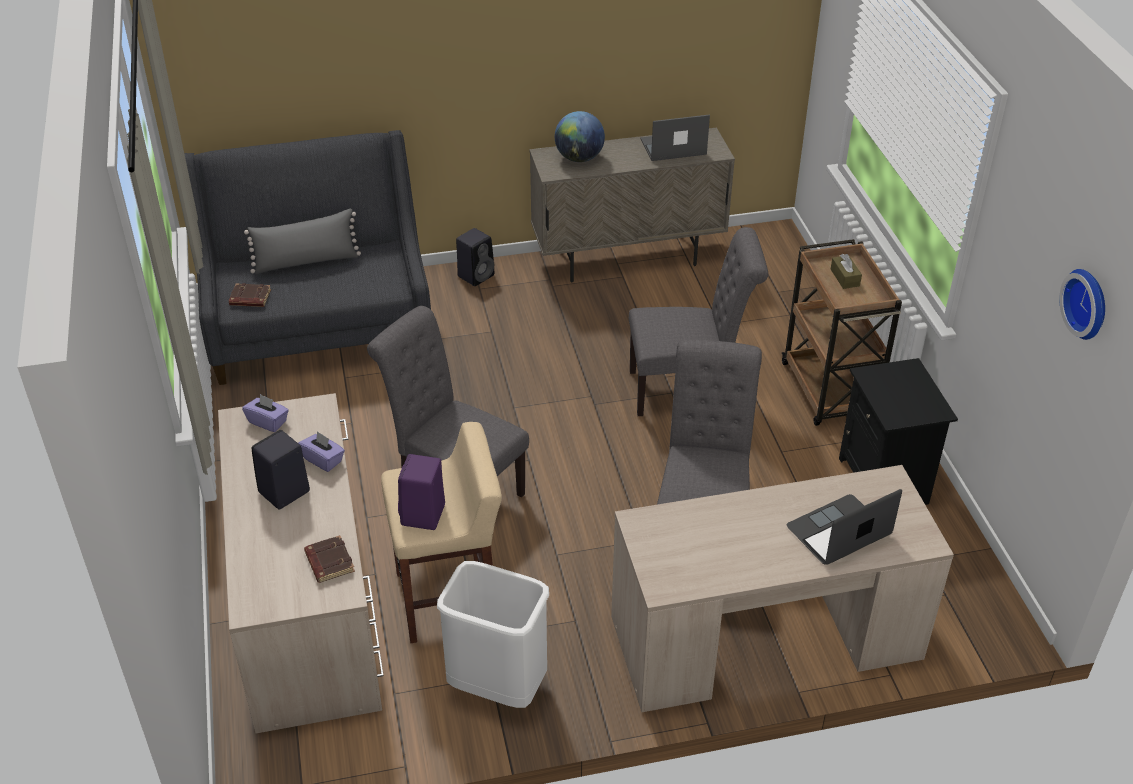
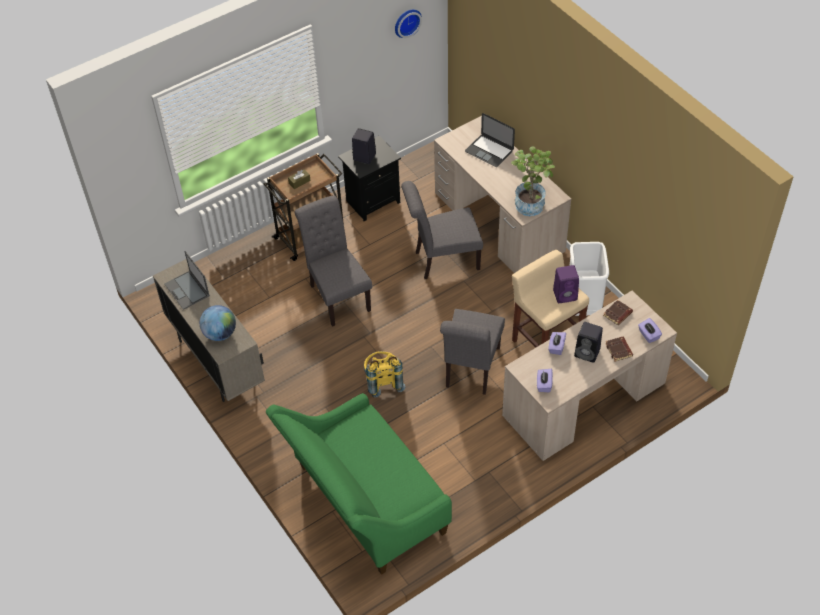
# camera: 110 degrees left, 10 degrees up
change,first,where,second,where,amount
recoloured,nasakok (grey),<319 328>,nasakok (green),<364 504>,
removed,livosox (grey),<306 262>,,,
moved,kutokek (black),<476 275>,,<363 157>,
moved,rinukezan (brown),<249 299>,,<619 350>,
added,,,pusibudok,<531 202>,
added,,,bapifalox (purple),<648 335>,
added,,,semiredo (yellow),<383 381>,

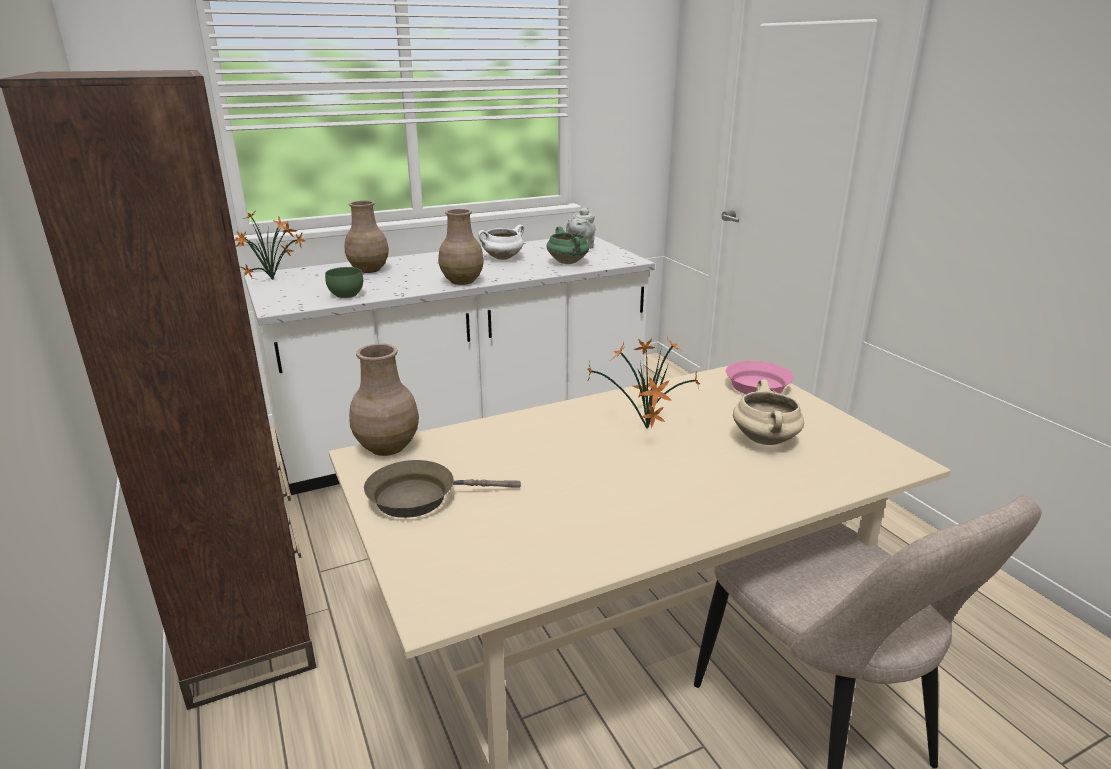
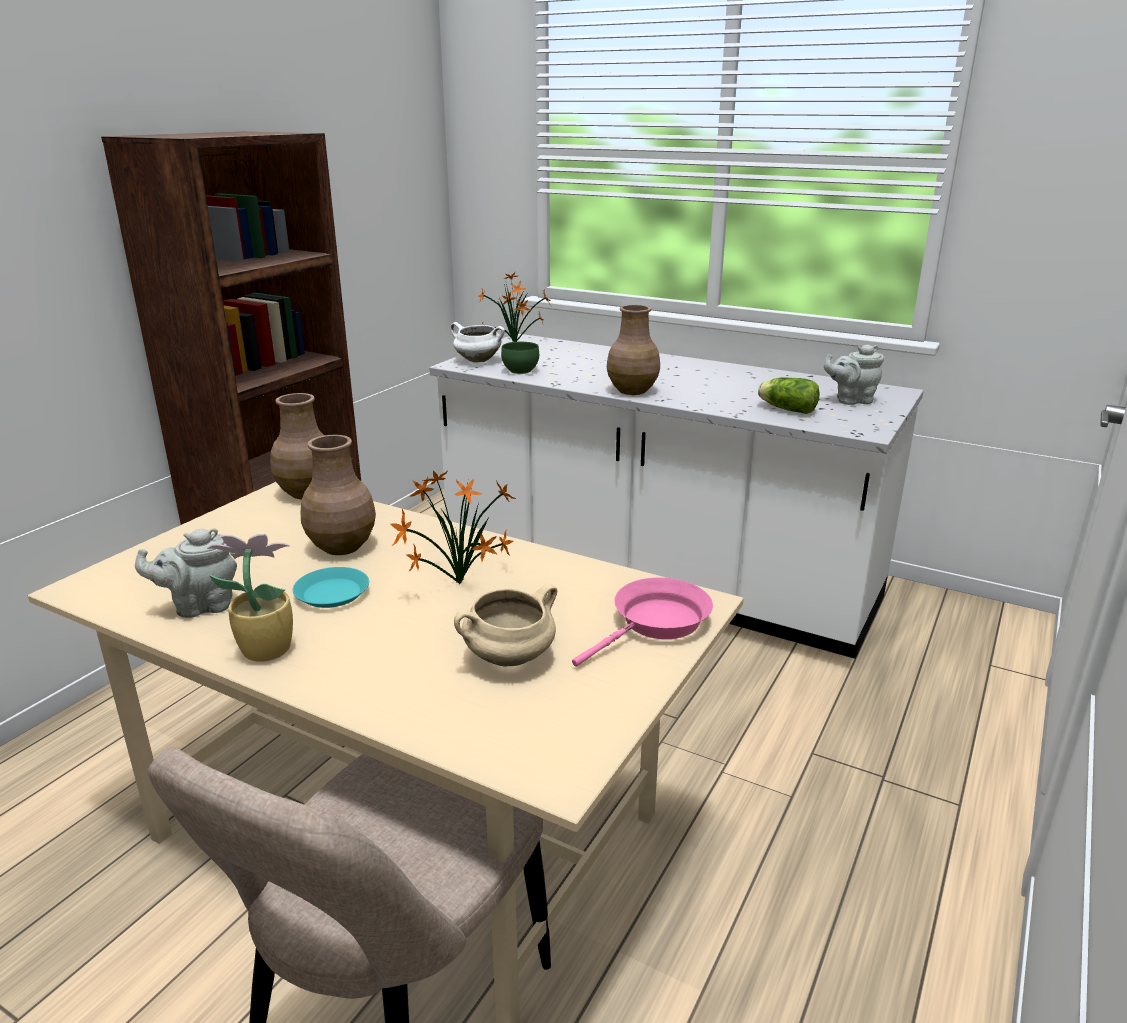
# camera: 55 degrees right, 0 degrees up
change,first,where,second,where,amount
moved,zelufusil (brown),<369 270>,,<341 547>,
moved,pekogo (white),<502 258>,,<477 360>,
replaced,pekogo (green),<568 262>,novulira,<786 409>,
removed,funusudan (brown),<420 497>,,,
added,,,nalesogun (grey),<200 606>,
added,,,pusibudok,<264 649>,
added,,,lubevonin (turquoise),<332 593>,

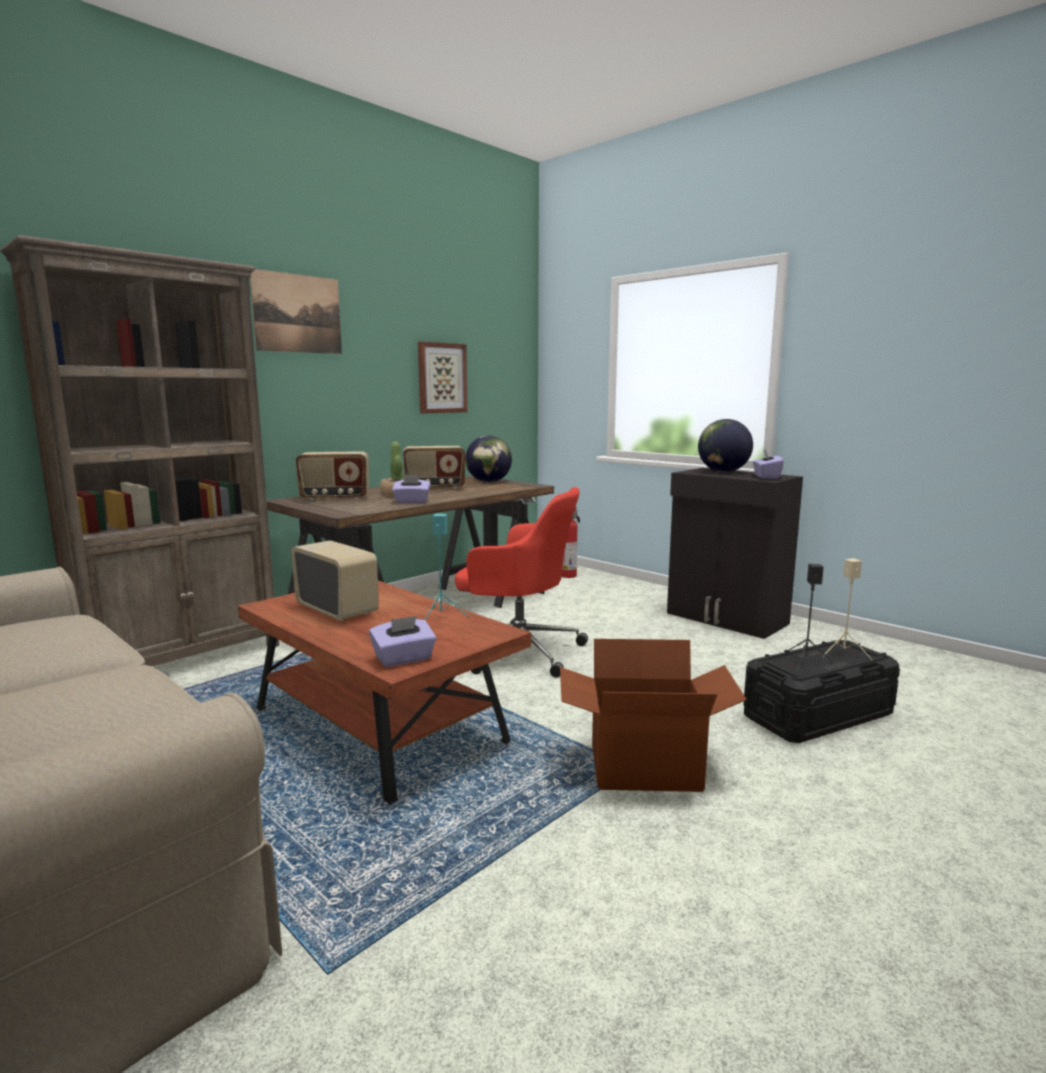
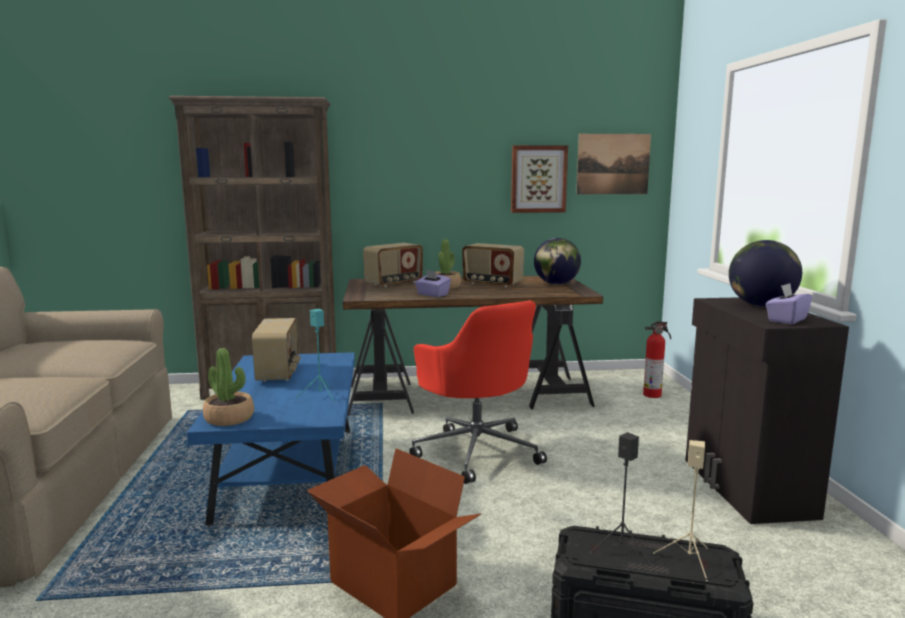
# camera: 40 degrees right, 0 degrees up
change,first,where,second,where,amount
moved,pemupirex,<297 313>,,<613 164>,
turned,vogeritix,<335 498>,,<394 283>,75 degrees counterclockwise
recoloured,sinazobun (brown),<379 727>,sinazobun (blue),<289 473>,
replaced,bapifalox (purple),<404 659>,pusibudok,<229 418>,

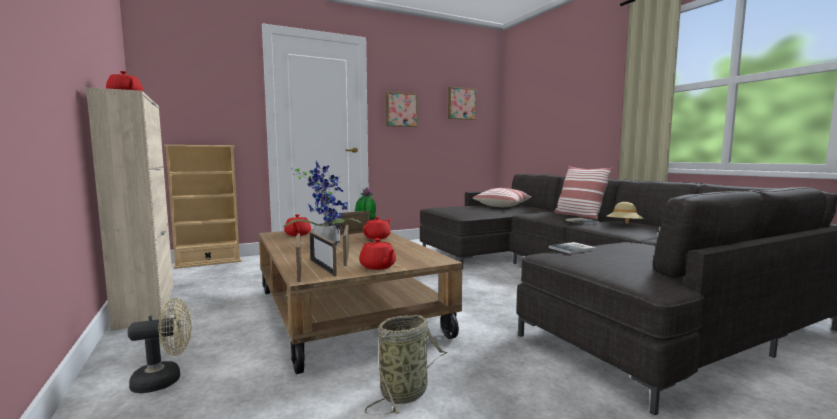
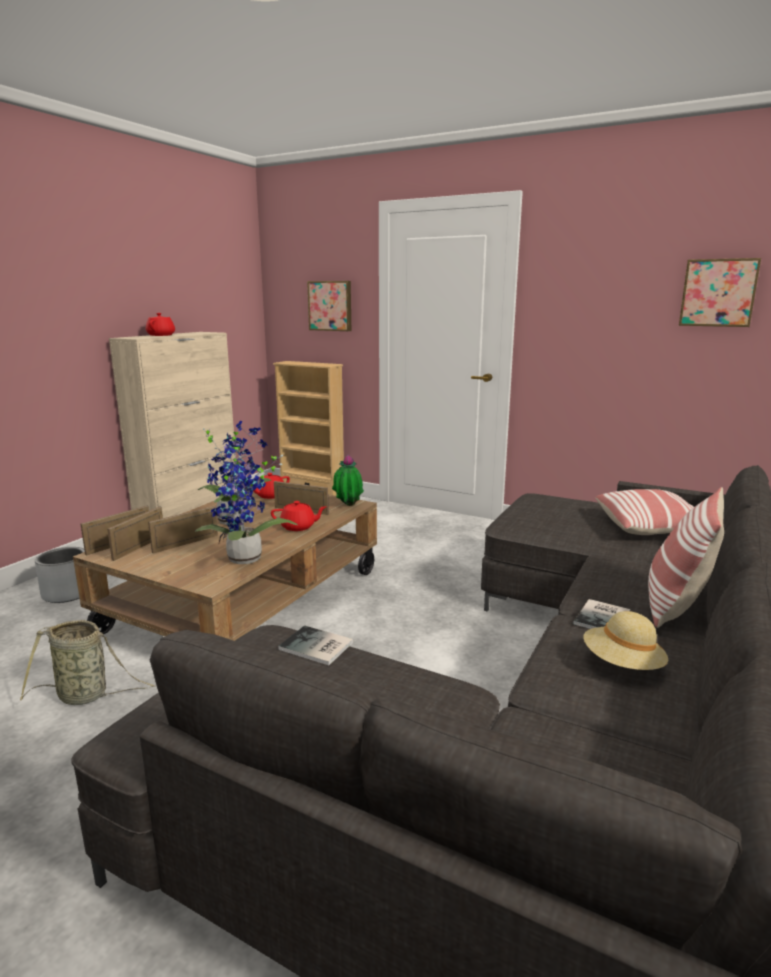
# camera: 55 degrees right, 10 degrees up
change,first,where,second,where,amount
moved,pemupirex,<401 110>,,<330 306>,
removed,nalesogun (red),<378 267>,,,
replaced,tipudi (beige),<165 380>,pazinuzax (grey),<67 593>,
added,,,pusibudok,<246 560>,

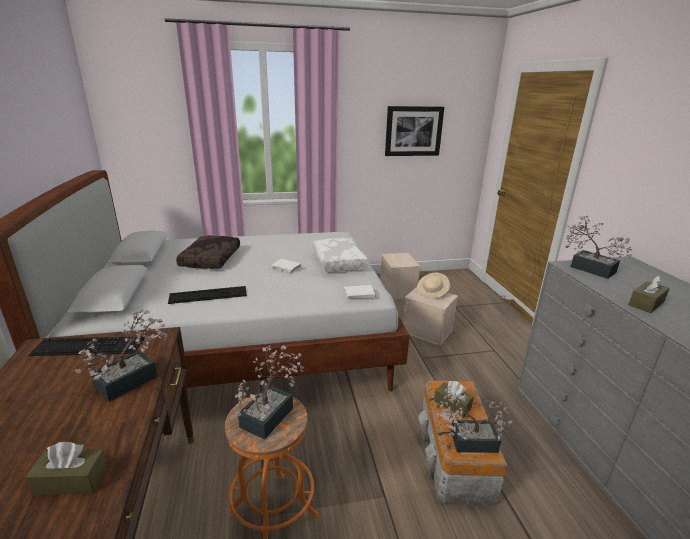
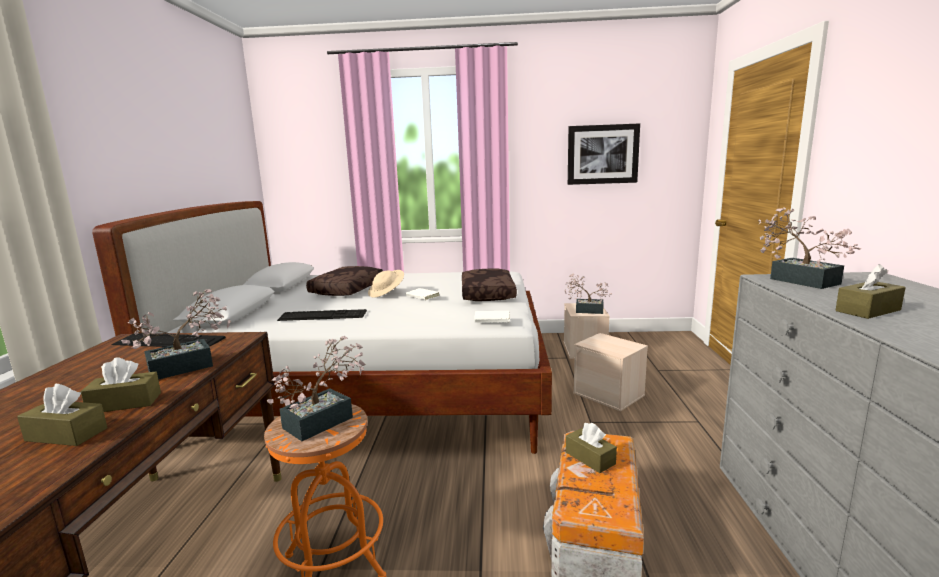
# camera: 15 degrees right, 10 degrees down
change,first,where,second,where,amount
recoloured,livosox (white),<337 261>,livosox (brown),<486 294>,
moved,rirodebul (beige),<432 292>,,<387 293>,
moved,pusibudok,<467 441>,,<585 310>,
added,,,bapifalox (brown),<125 403>,

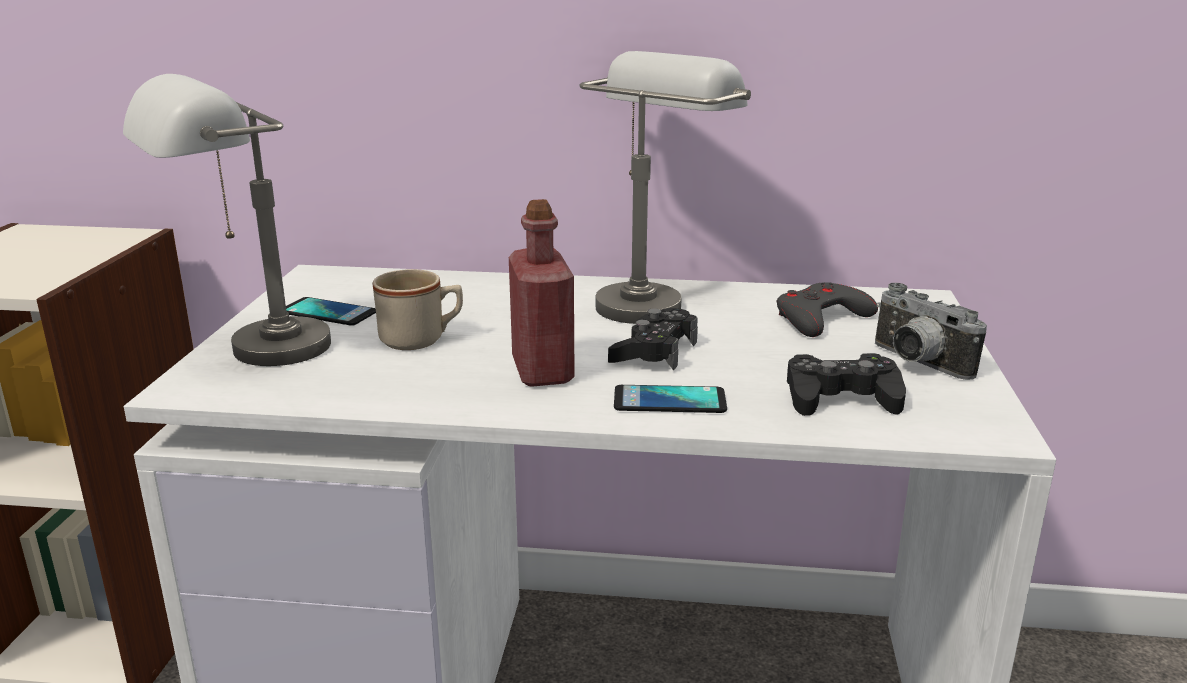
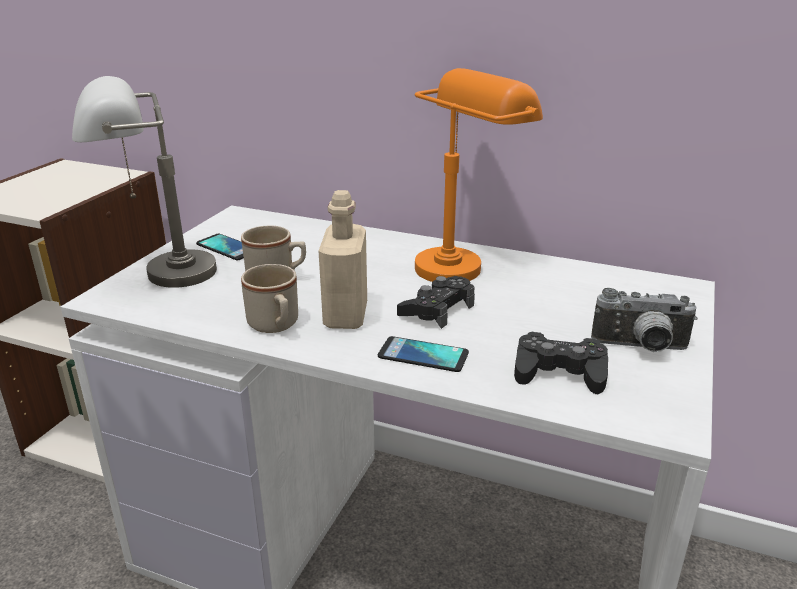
# camera: 15 degrees right, 5 degrees up
change,first,where,second,where,amount
recoloured,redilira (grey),<653 299>,redilira (orange),<464 262>,
recoloured,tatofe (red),<542 370>,tatofe (beige),<345 315>,
removed,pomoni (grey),<821 319>,,,
turned,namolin,<915 363>,,<640 348>,60 degrees counterclockwise
added,,,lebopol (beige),<275 326>,

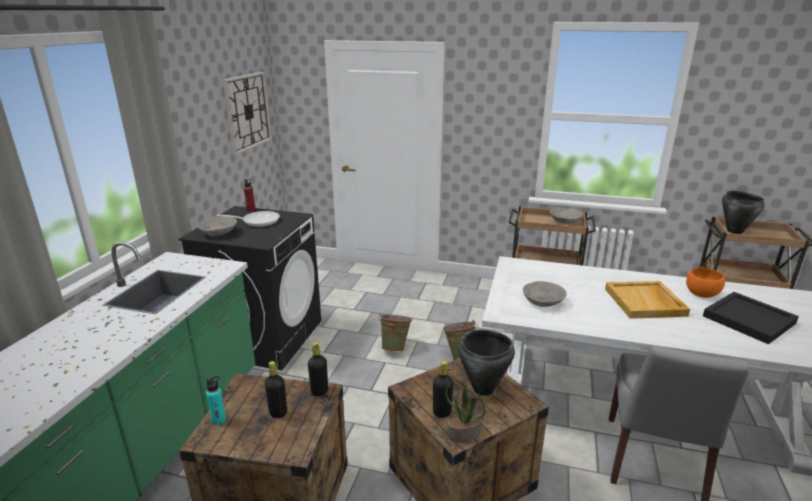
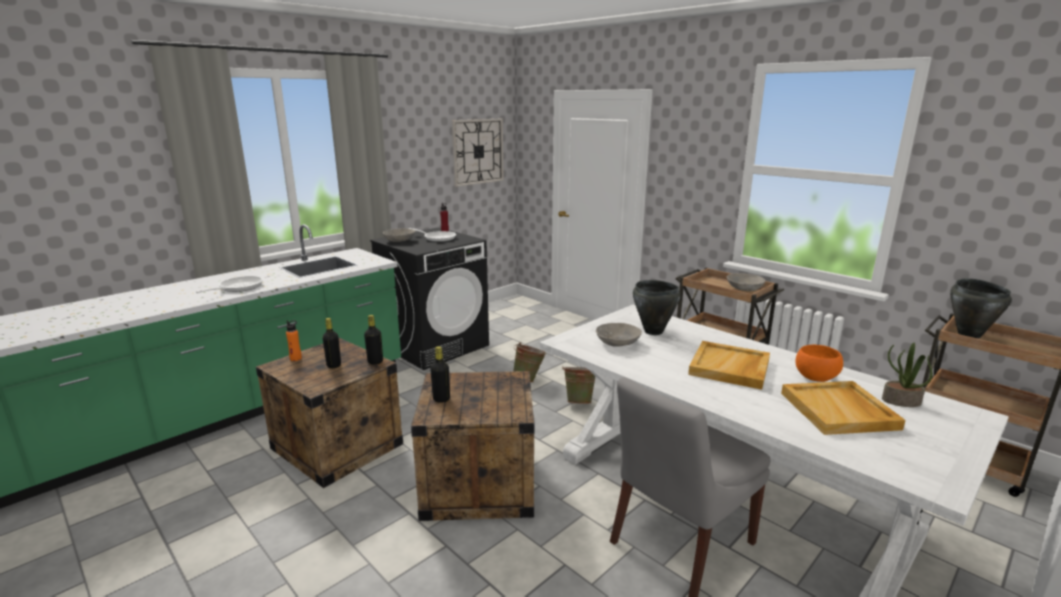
# camera: 30 degrees right, 5 degrees down
change,first,where,second,where,amount
recoloured,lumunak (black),<749 319>,lumunak (beige),<839 411>,
moved,pekogo (black),<483 389>,,<653 331>,
recoloured,tatofe (turquoise),<219 420>,tatofe (orange),<296 358>,
moved,pusibudok,<463 434>,,<901 401>,
added,,,funusudan,<237 288>,

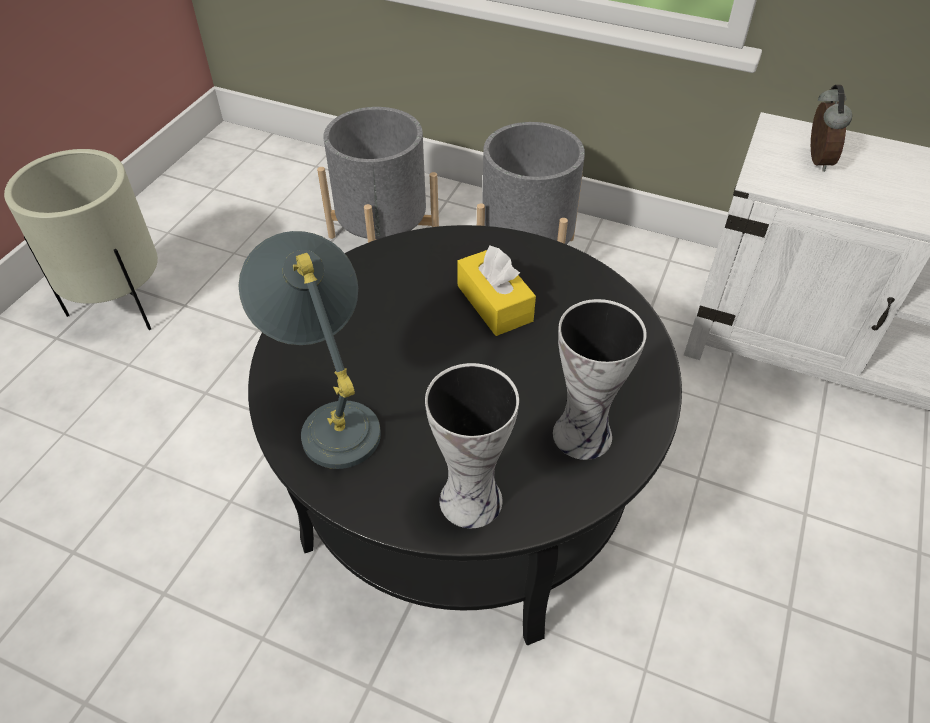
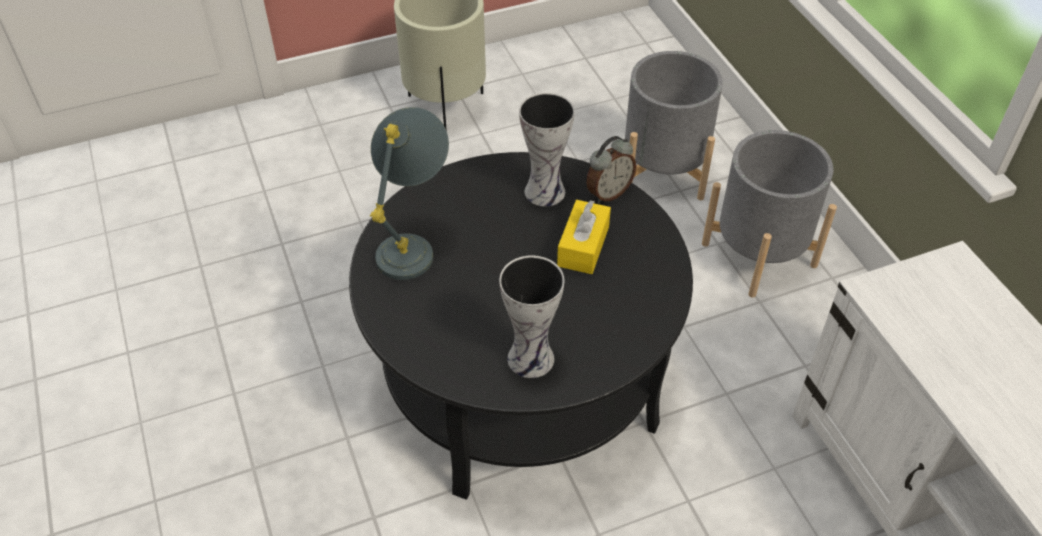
# camera: 45 degrees right, 0 degrees up
change,first,where,second,where,amount
moved,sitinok,<815 160>,,<608 193>,
moved,zelufusil,<470 497>,,<546 190>,

